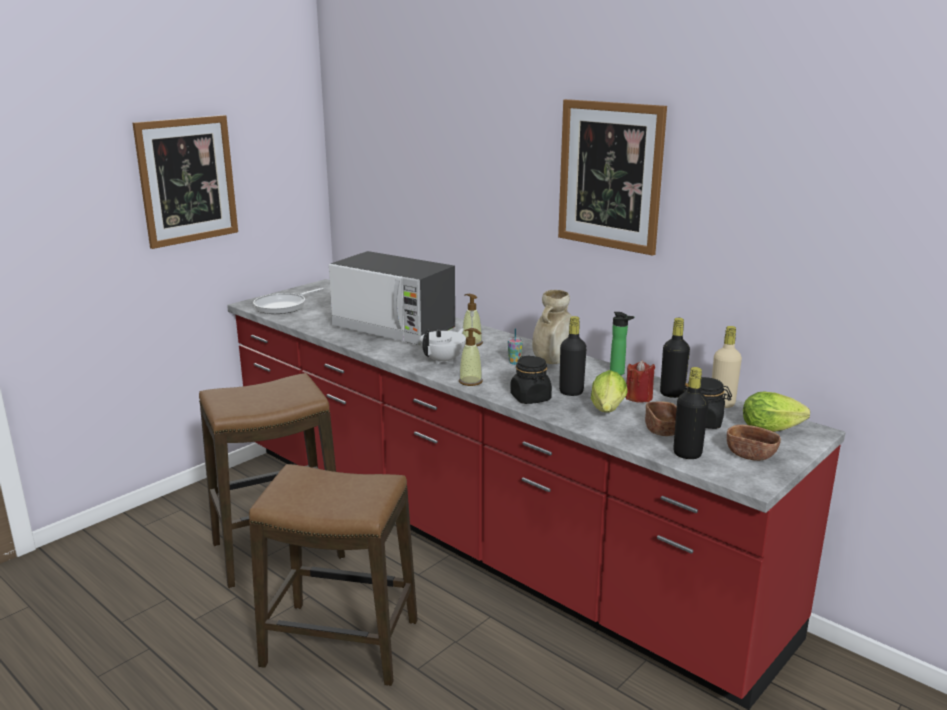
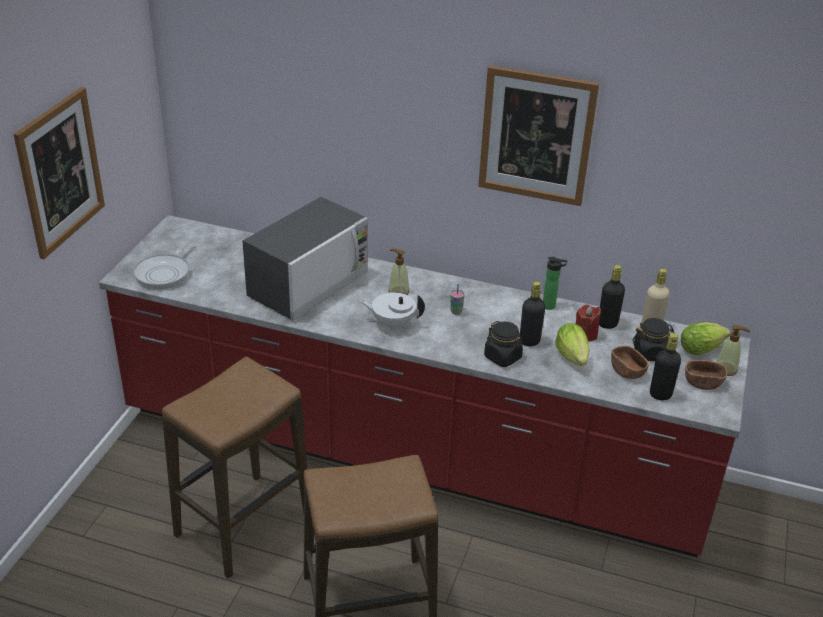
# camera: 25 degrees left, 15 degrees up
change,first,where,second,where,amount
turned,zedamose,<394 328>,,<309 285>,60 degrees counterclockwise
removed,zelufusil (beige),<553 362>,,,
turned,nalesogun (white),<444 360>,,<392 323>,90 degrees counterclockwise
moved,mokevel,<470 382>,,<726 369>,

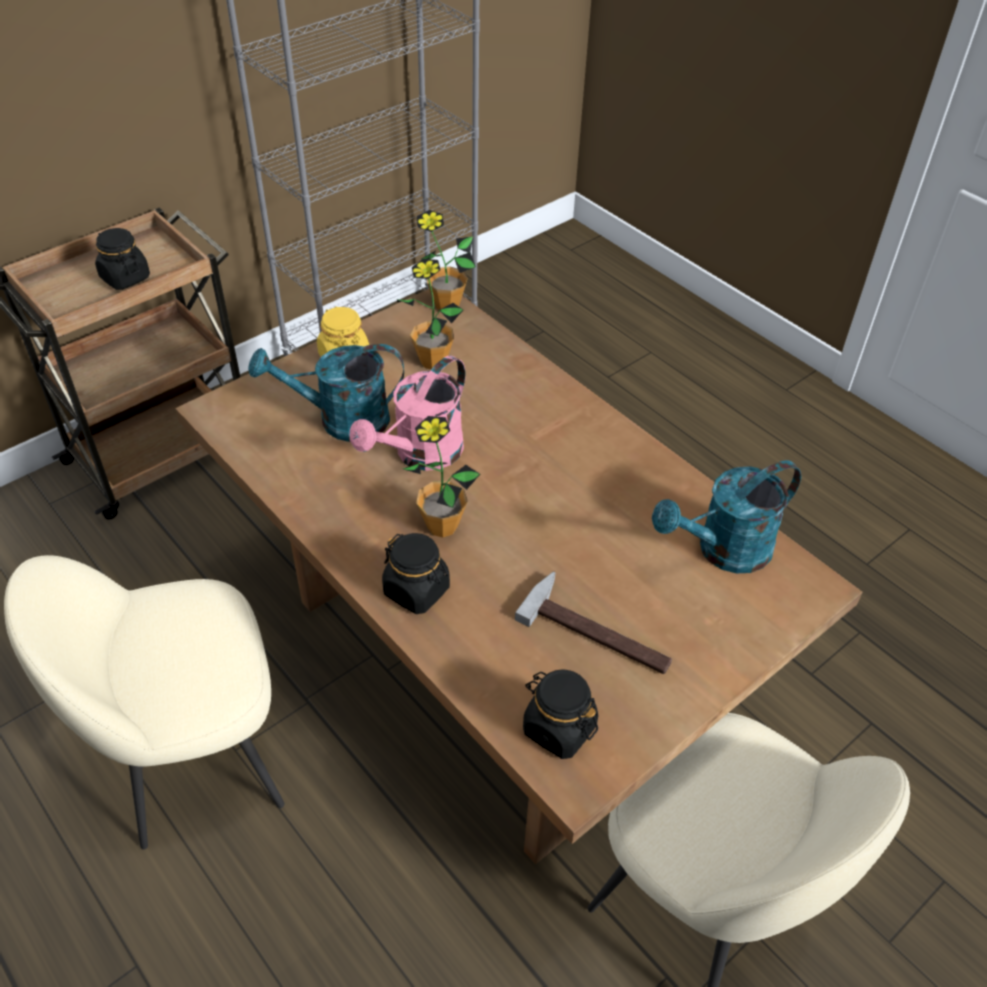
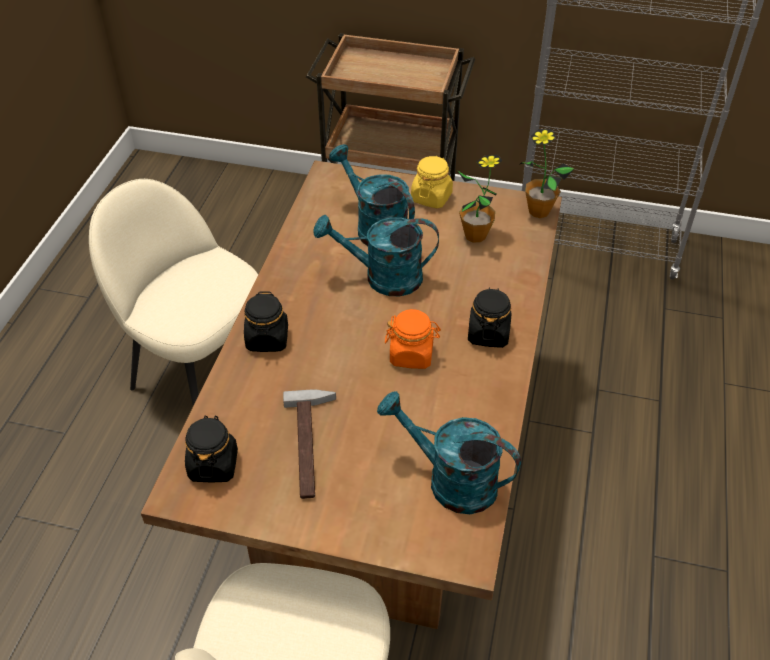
# camera: 55 degrees right, 0 degrees up
change,first,where,second,where,amount
moved,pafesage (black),<125 278>,,<488 333>,
recoloured,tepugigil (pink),<421 455>,tepugigil (turquoise),<383 278>,
removed,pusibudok,<442 526>,,,
added,,,pafesage (orange),<411 354>,

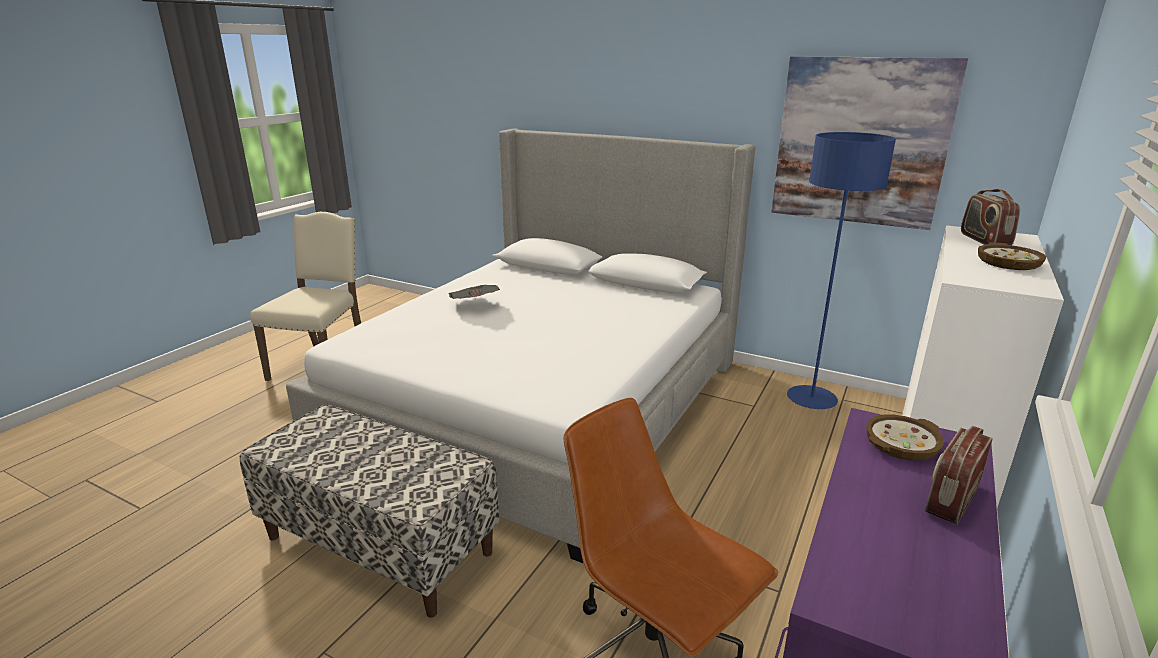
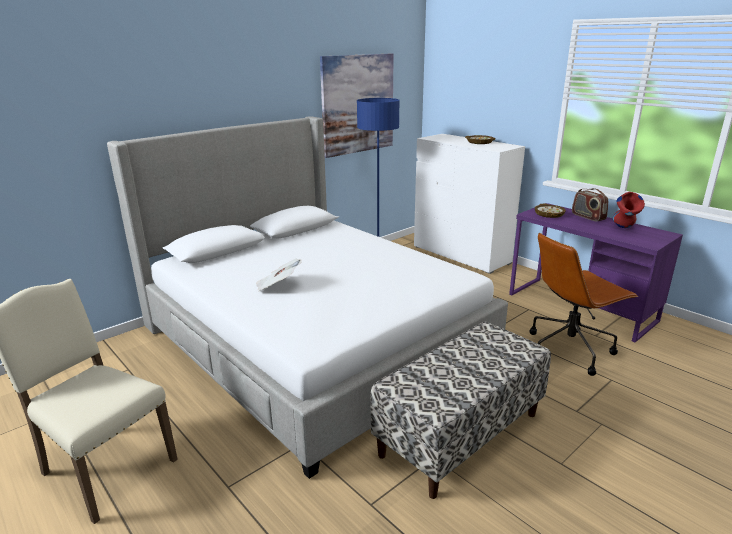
# camera: 70 degrees left, 0 degrees up
change,first,where,second,where,amount
removed,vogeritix,<984 240>,,,
added,,,zelufusil (red),<624 229>,

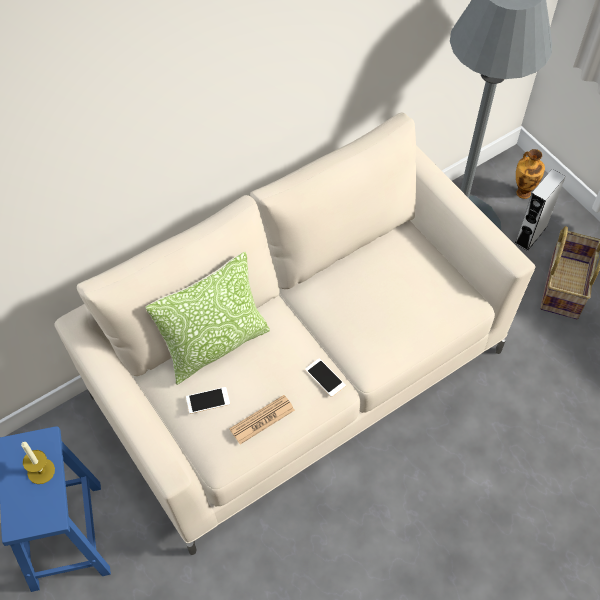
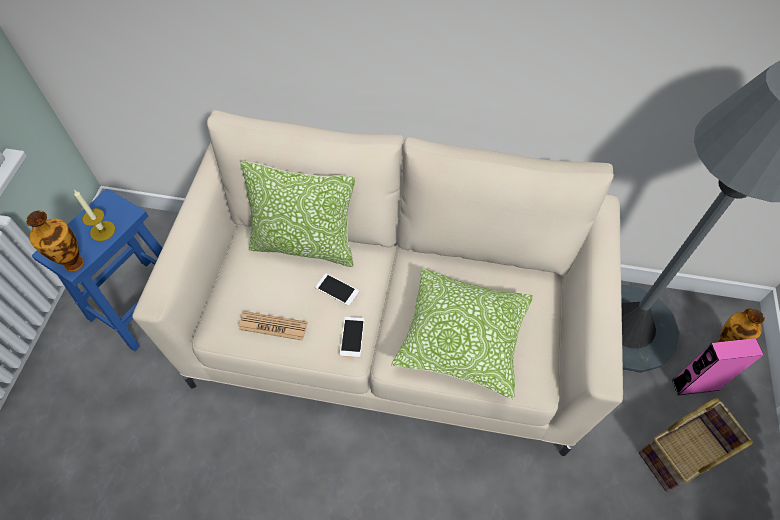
# camera: 45 degrees right, 0 degrees up
change,first,where,second,where,amount
recoloured,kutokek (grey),<530 234>,kutokek (pink),<695 384>,
moved,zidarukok,<208 400>,,<337 289>,
added,,,zelufusil,<73 262>,
added,,,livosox,<462 338>,

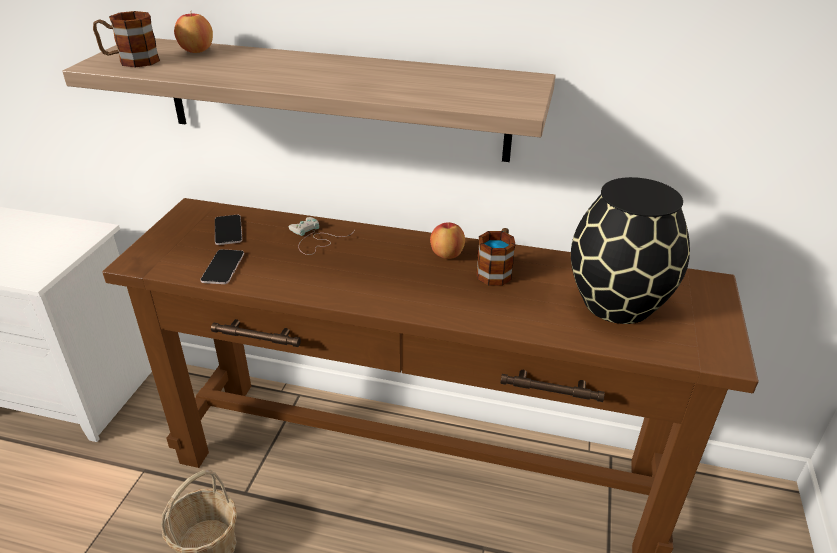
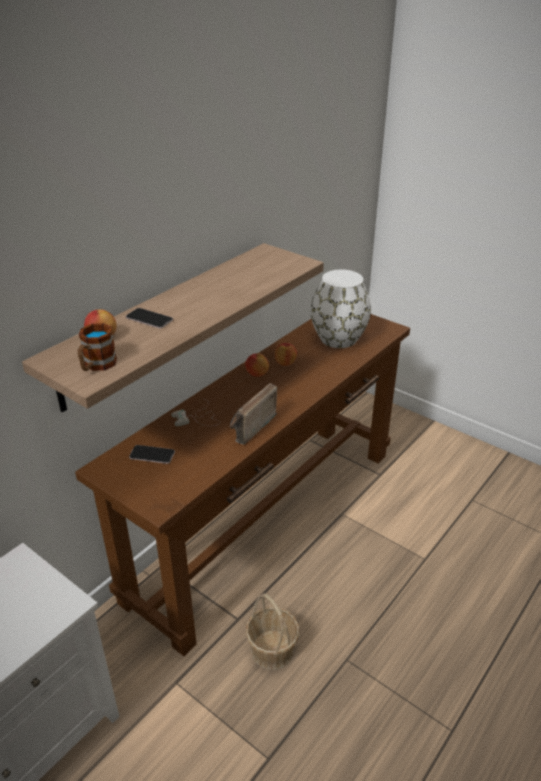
# camera: 65 degrees left, 0 degrees up
change,first,where,second,where,amount
recoloured,zelufusil (black),<618 303>,zelufusil (white),<338 338>,
replaced,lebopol,<496 270>,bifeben,<285 363>,
moved,zidarukok,<223 267>,,<149 319>,
added,,,vogeritix,<248 427>,

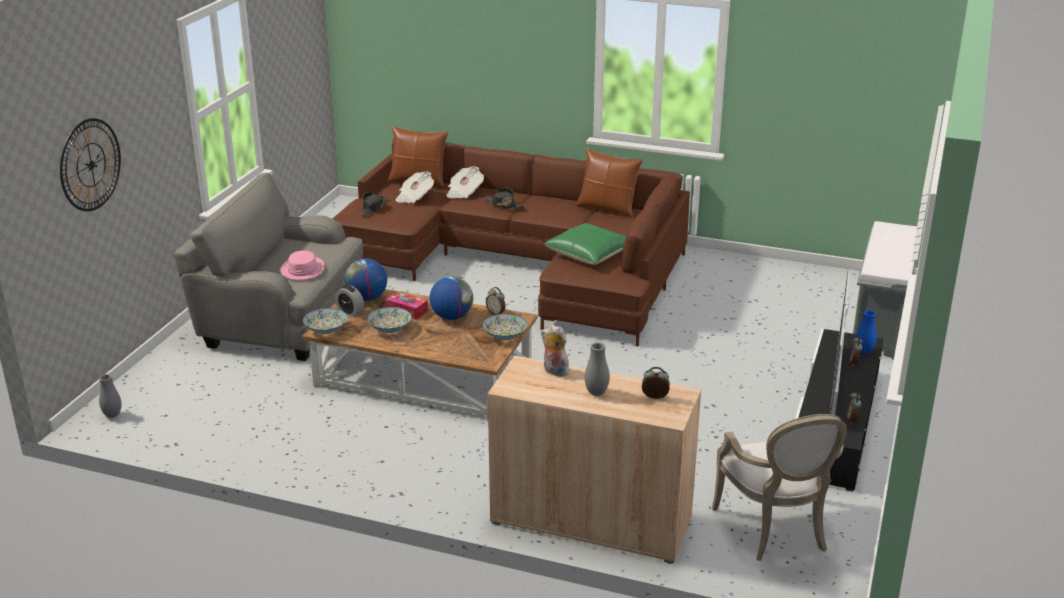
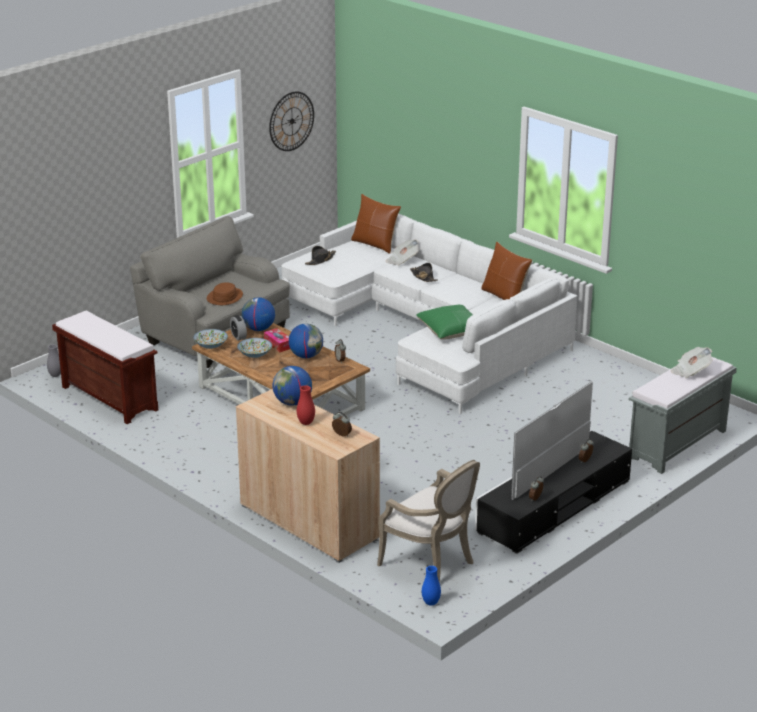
# camera: 25 degrees right, 0 degrees up
change,first,where,second,where,amount
moved,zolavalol,<90 165>,,<291 121>,
recoloured,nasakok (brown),<522 264>,nasakok (white),<430 330>,
moved,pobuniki,<414 197>,,<690 371>,
recoloured,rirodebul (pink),<303 269>,rirodebul (brown),<225 297>,
moved,zelufusil (blue),<864 351>,,<431 603>,
removed,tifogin,<505 336>,,,
replaced,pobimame,<554 371>,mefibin,<292 403>,
recoloured,zelufusil (grey),<596 393>,zelufusil (red),<306 423>,
turned,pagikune,<776 531>,,<432 563>,60 degrees counterclockwise
added,,,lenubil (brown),<108 398>,

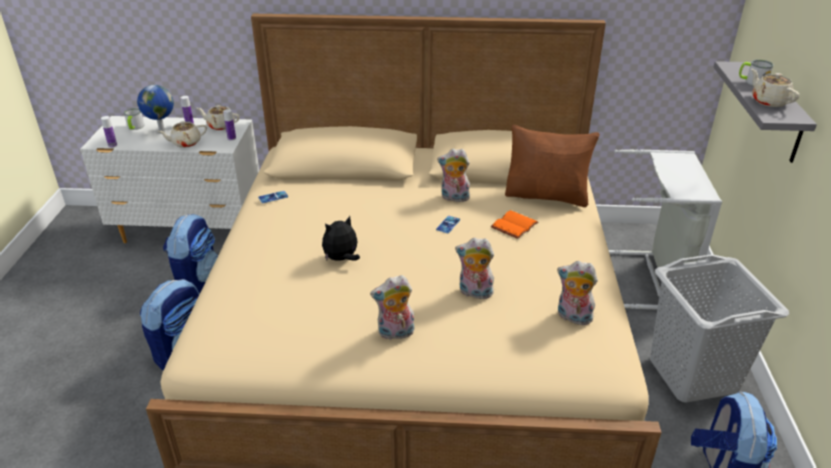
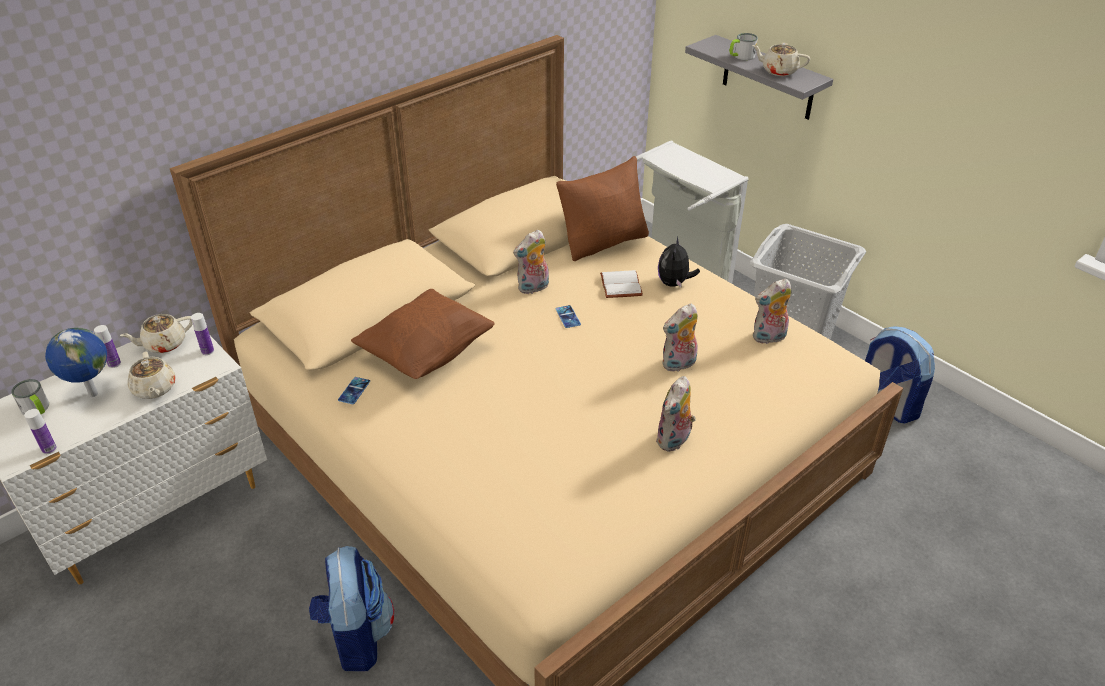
# camera: 45 degrees left, 5 degrees up
change,first,where,second,where,amount
turned,nalesogun (beige),<185 143>,,<154 389>,45 degrees counterclockwise
recoloured,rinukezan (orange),<513 225>,rinukezan (white),<619 285>,
removed,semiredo,<197 280>,,,
moved,pobimame,<341 259>,,<674 283>,
added,,,livosox (brown),<427 353>,

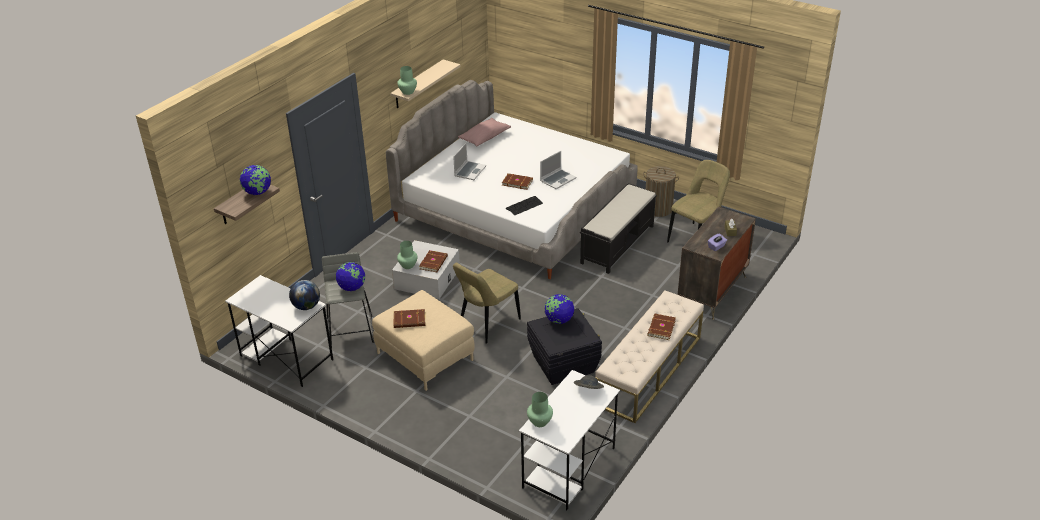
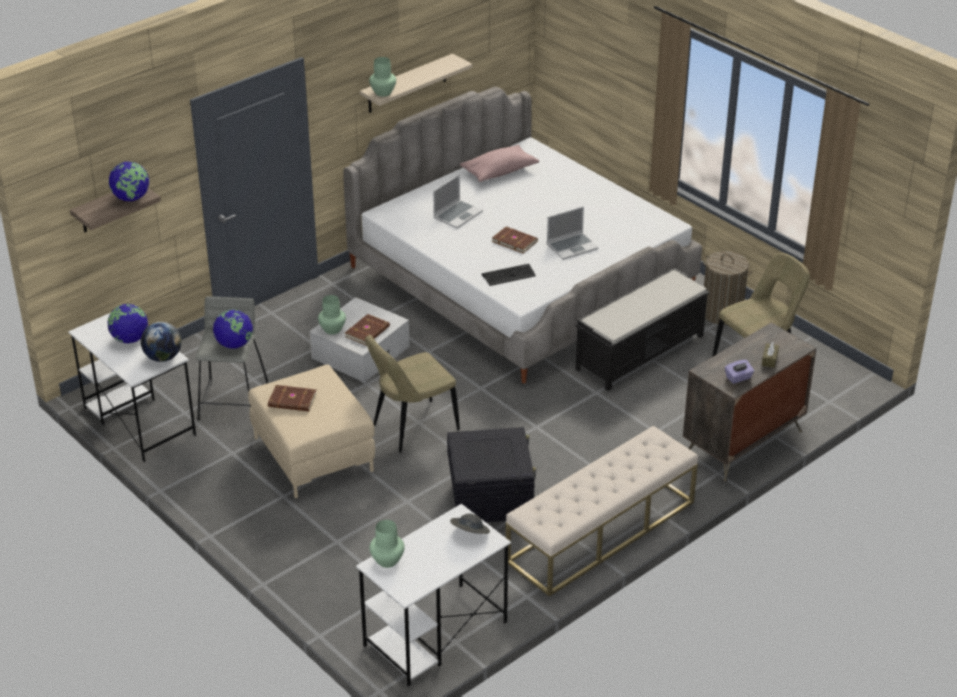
# camera: 15 degrees right, 0 degrees up
change,first,where,second,where,amount
moved,mefibin,<559 320>,,<130 339>,
removed,rinukezan (brown),<660 328>,,,

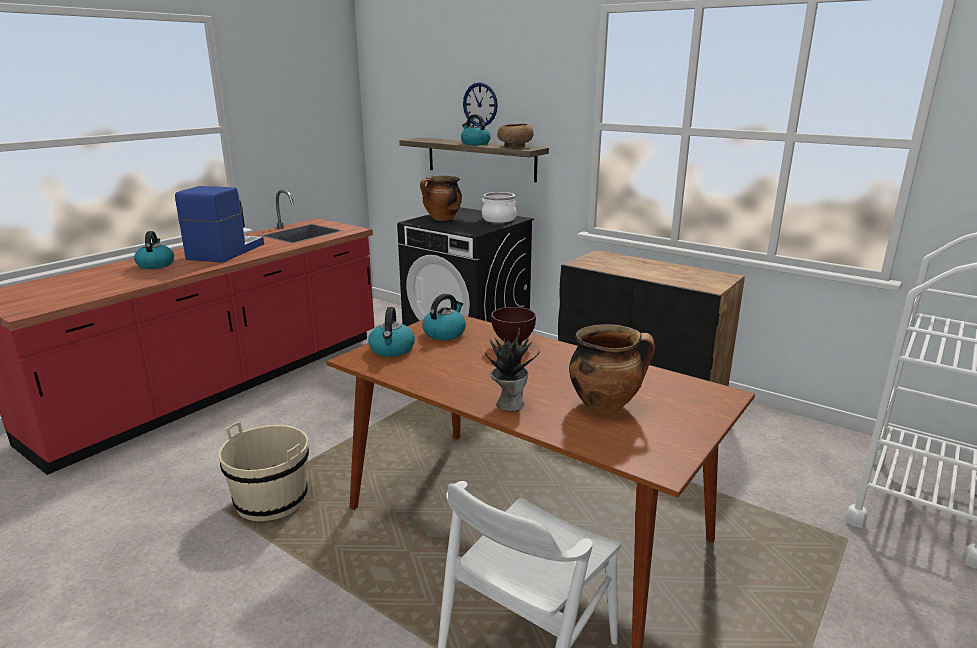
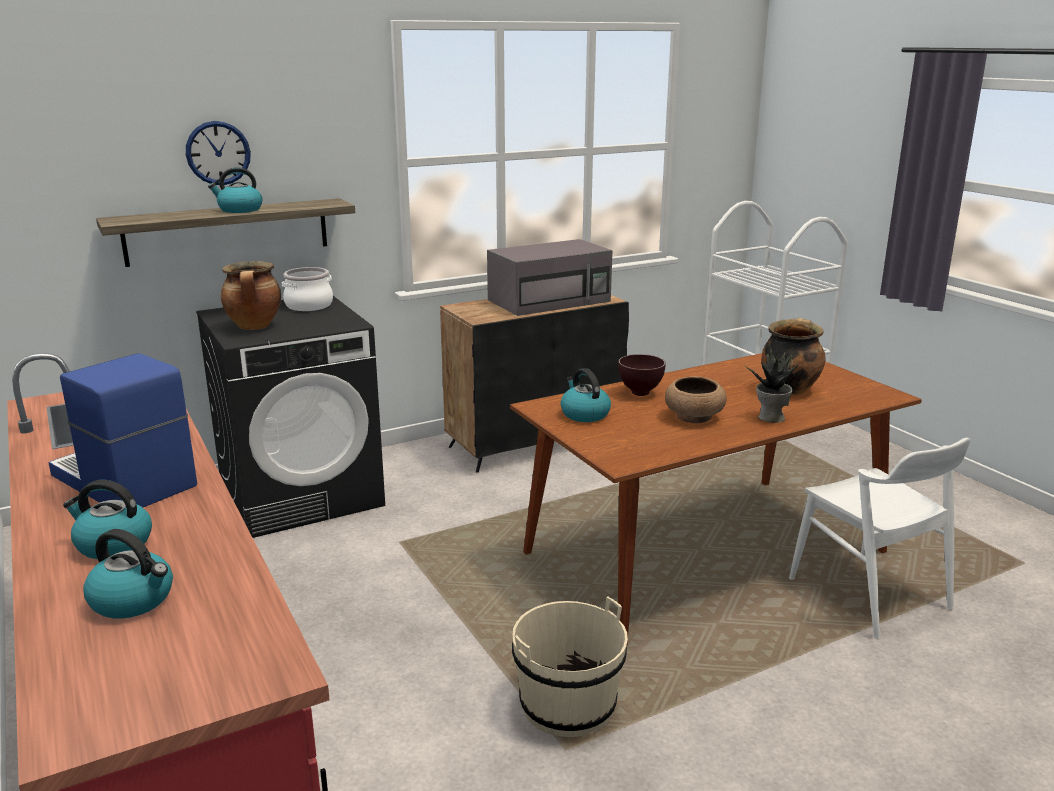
# camera: 65 degrees left, 0 degrees up
change,first,where,second,where,amount
moved,tifogin (brown),<514 147>,,<694 417>,
moved,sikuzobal,<392 349>,,<134 600>,
added,,,zedamose (grey),<550 300>,

